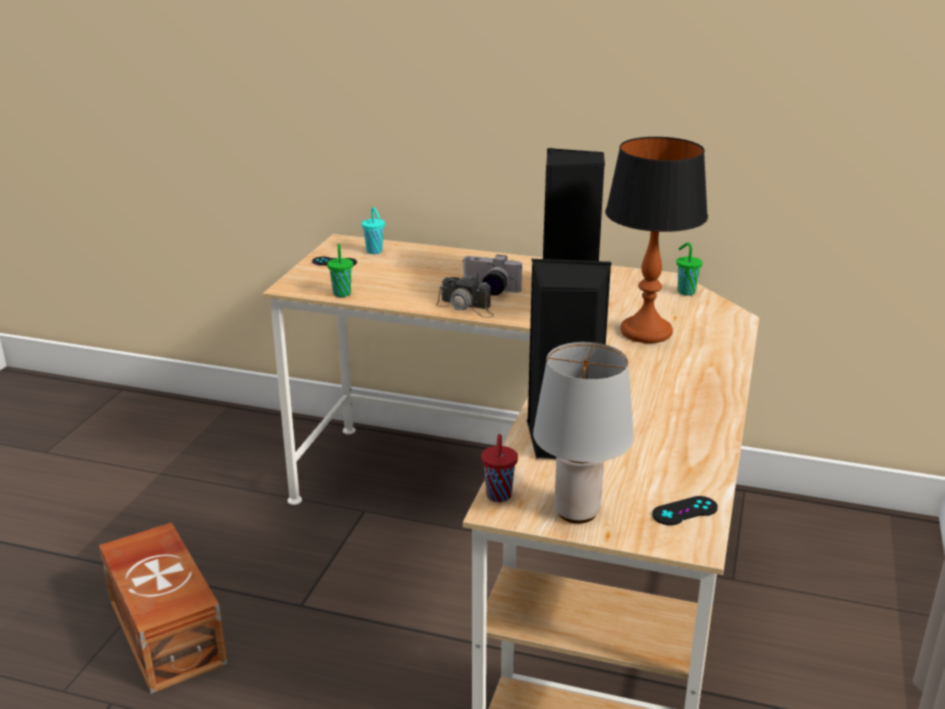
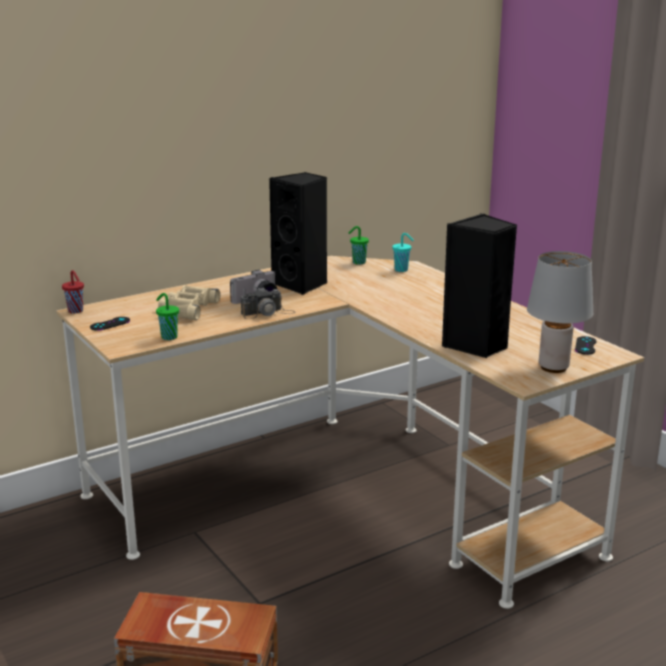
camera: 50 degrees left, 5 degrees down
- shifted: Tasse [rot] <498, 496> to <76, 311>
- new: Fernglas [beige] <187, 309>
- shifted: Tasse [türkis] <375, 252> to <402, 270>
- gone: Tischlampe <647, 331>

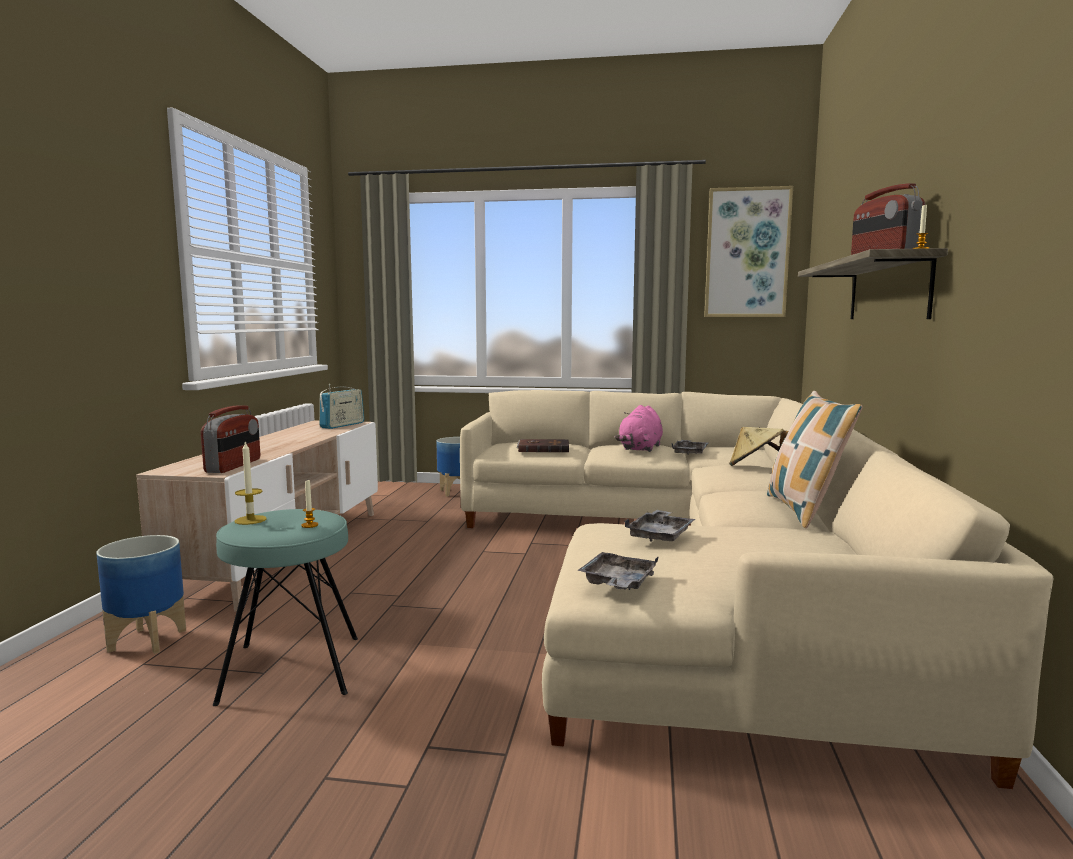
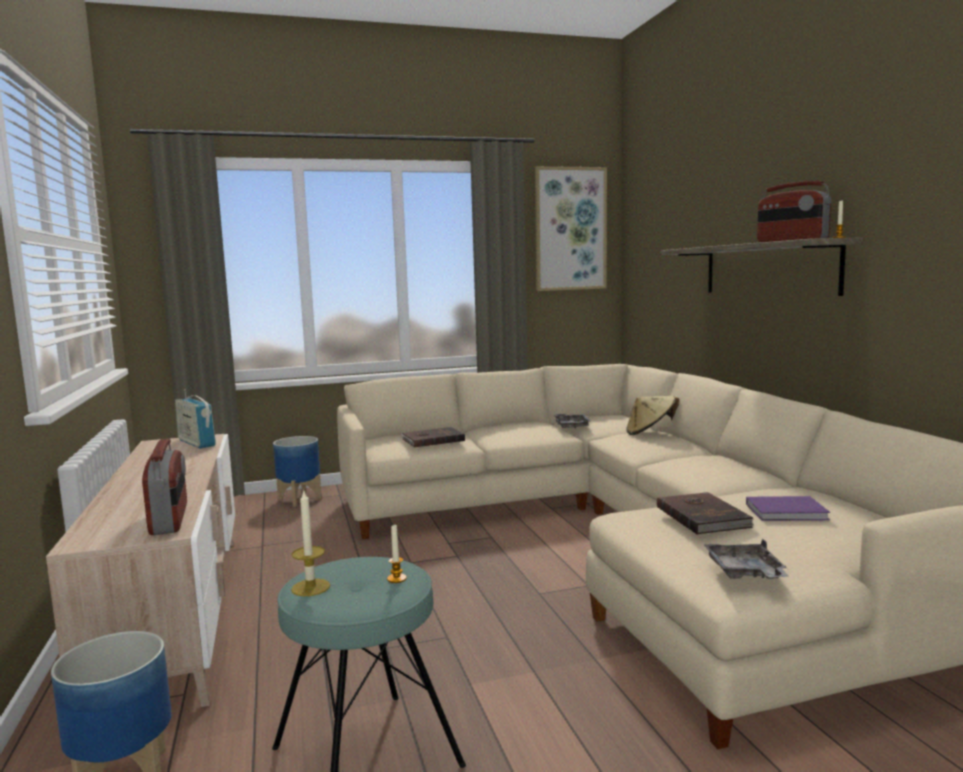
camera: 25 degrees left, 0 degrees up
- rotated: Radio <342, 425> = <196, 443> 135 degrees clockwise
- swapped: Tablett [grau] <660, 535> to Buch [braun] <703, 516>
- new: Buch [lila] <788, 512>
- gone: Plüschtier [rosa] <640, 449>
- gone: Kissen <805, 511>

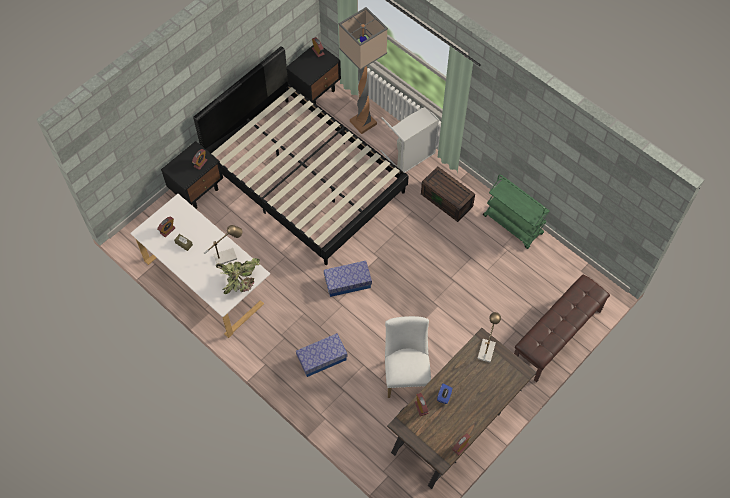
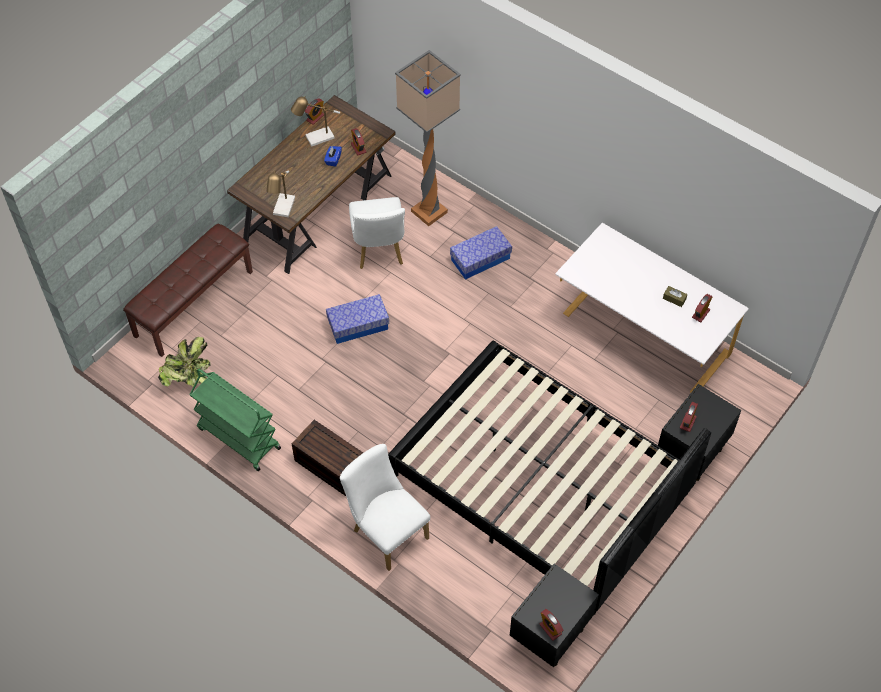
camera: 175 degrees right, 5 degrees down
- shifted: Topfpflanze <240, 281> to <190, 379>
- shifted: Tischlampe <228, 255> to <316, 139>
- shifted: Aufbewahrungsbox <347, 282> to <358, 325>
- swapped: Wäschekorb [grau] <411, 156> to Stuhl [weiß] <386, 531>
- shifted: Stehlampe <362, 123> to <430, 212>

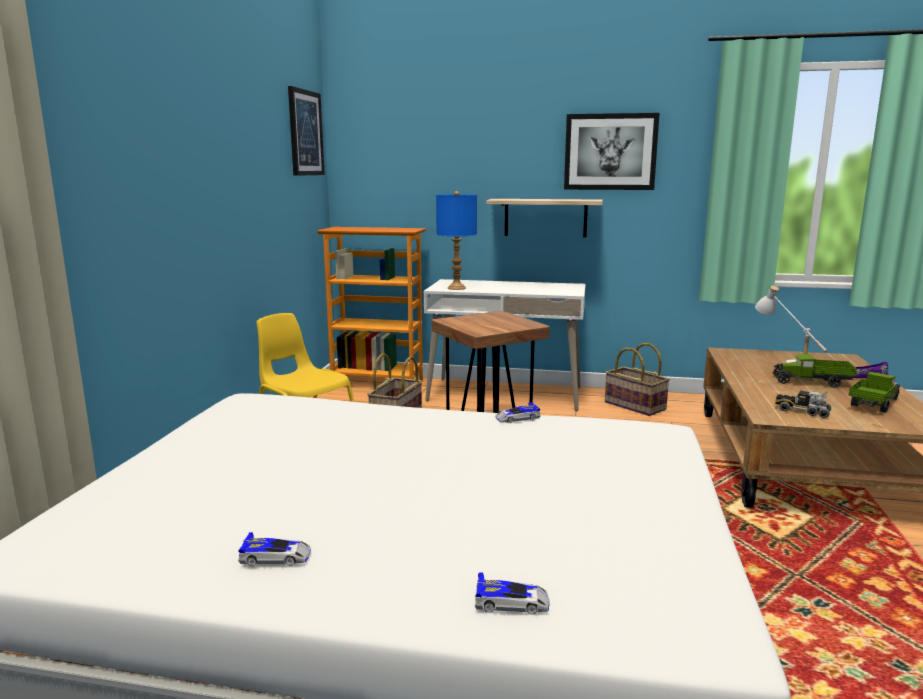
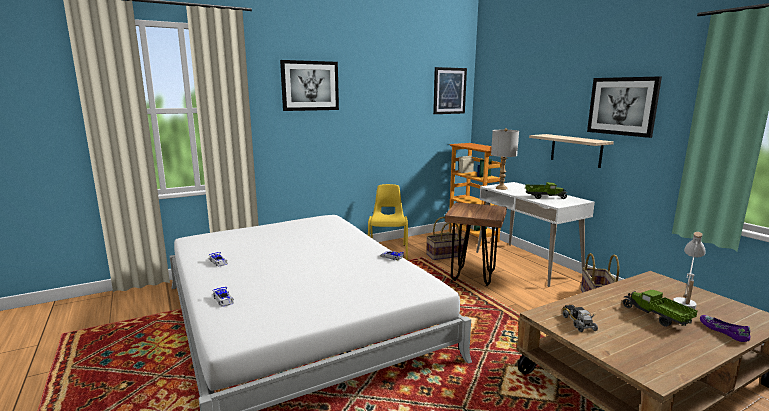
camera: 50 degrees right, 0 degrees up
- new: Bild <310, 86>
- repainted: Tischlampe [blau] <457, 288> to Tischlampe [grau] <501, 188>
- shifted: Spielzeuglaster <873, 404> to <545, 197>

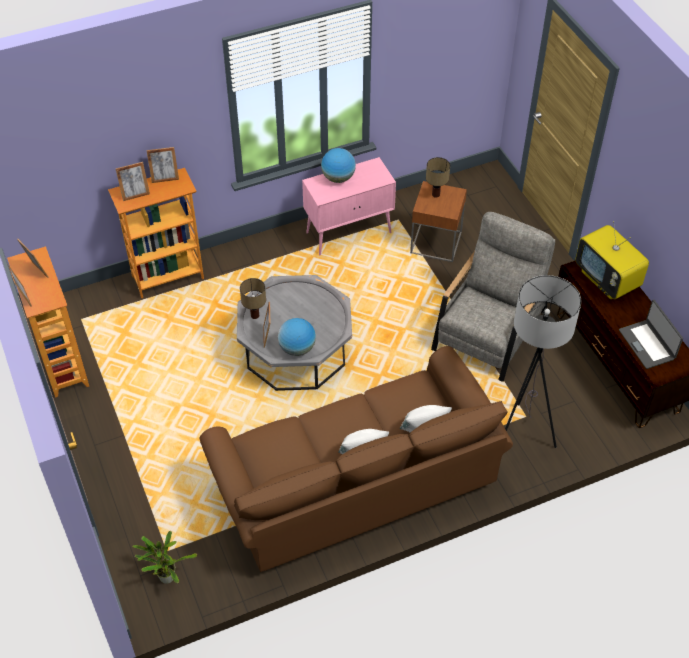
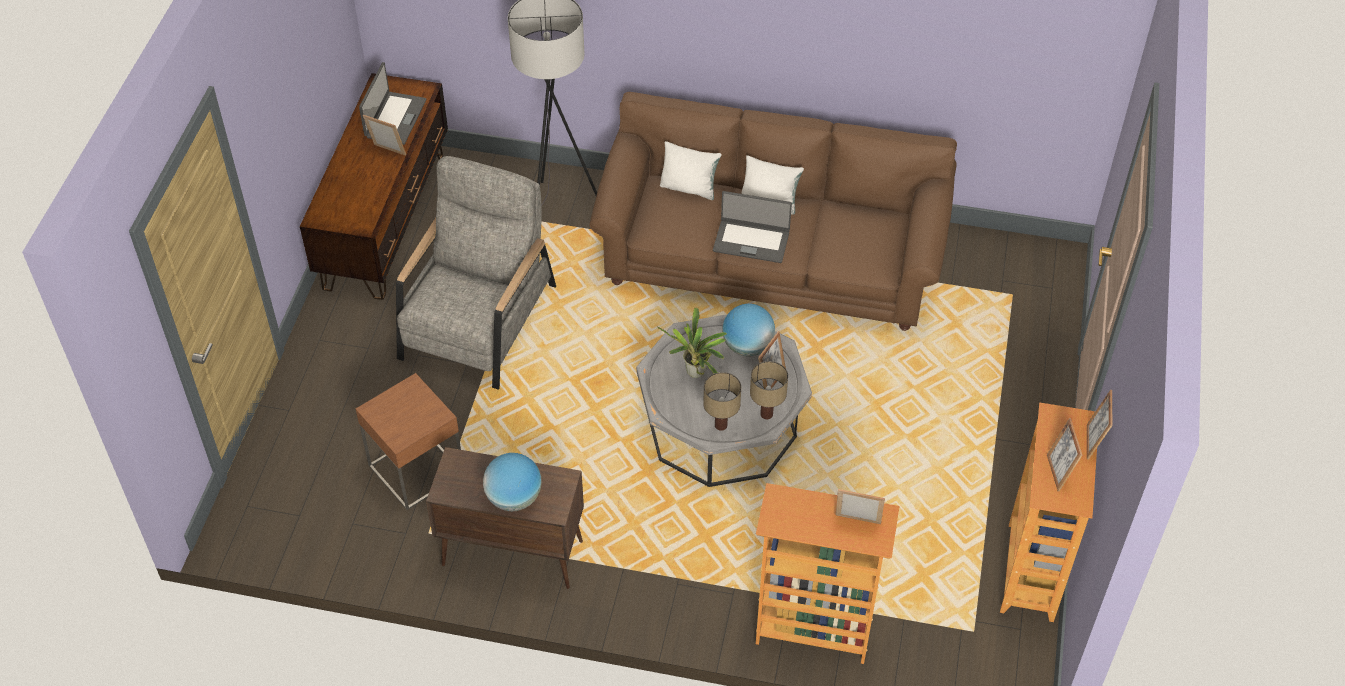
camera: 145 degrees left, 0 degrees up
- shifted: Bilderrahmen <165, 178> to <387, 153>
- rotated: Sessel [grau] <489, 332> = <478, 323> 135 degrees clockwise
- repainted: Schrank [rosa] <349, 232> to Schrank [braun] <511, 553>
- shifted: Topfpflanze <166, 576> to <696, 374>
- shifted: Tischlampe <436, 194> to <720, 425>
- new: Laptop <751, 241>
- gone: Fernseher <607, 280>

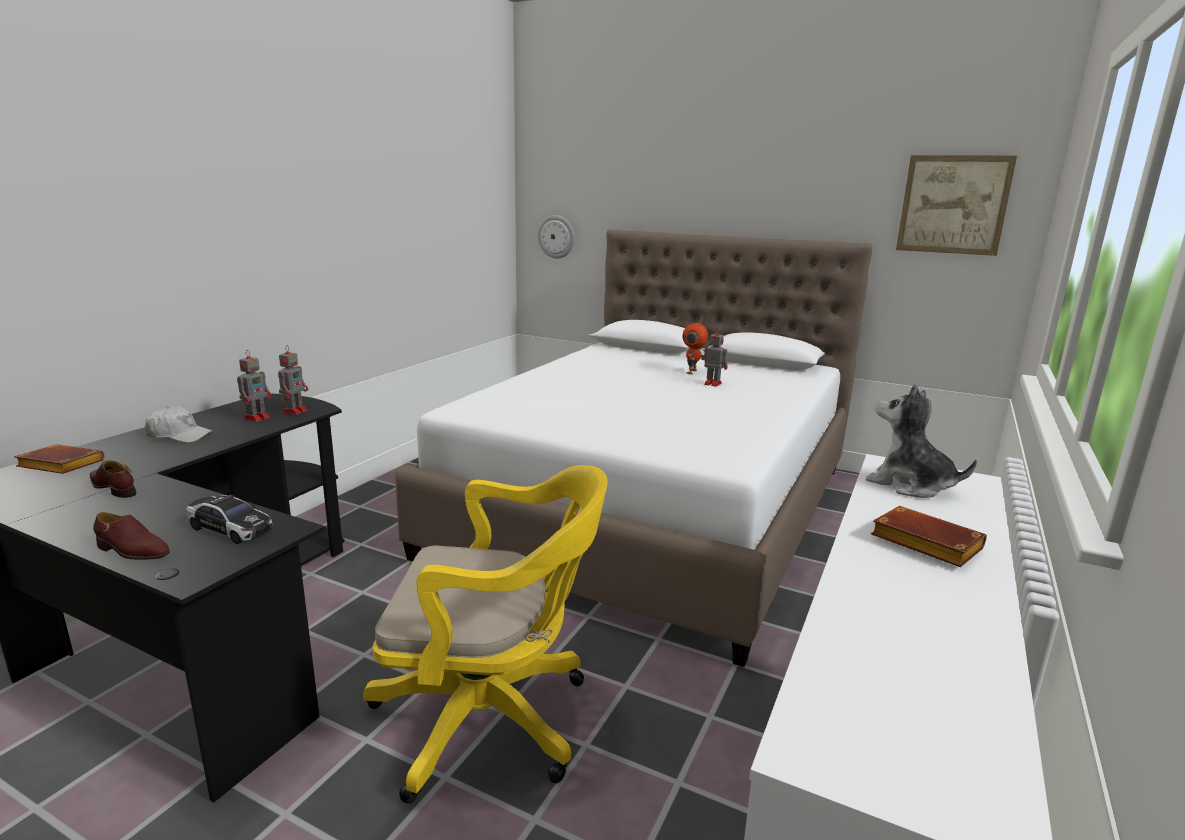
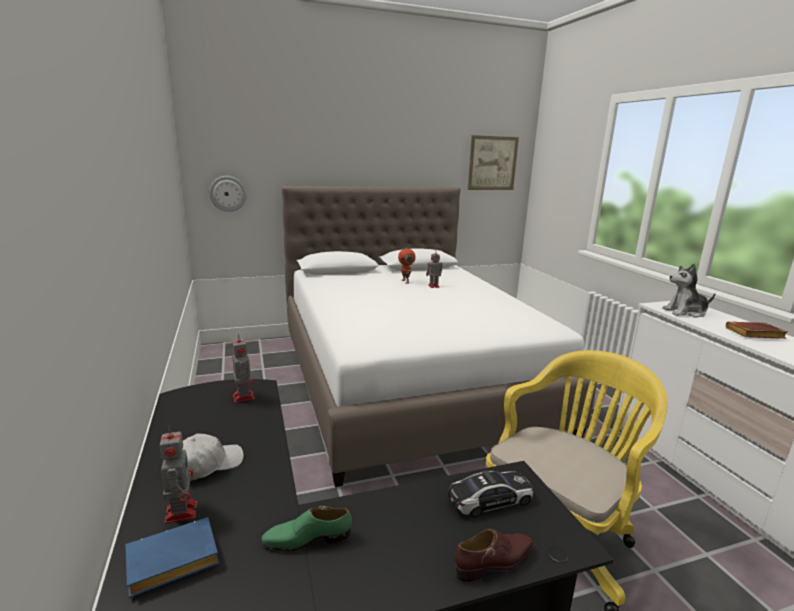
camera: 45 degrees left, 0 degrees up
- repainted: Buch [braun] <58, 465> to Buch [blau] <170, 564>
- shifted: Spielzeugroboter <257, 417> to <181, 511>
- repainted: Schuh [braun] <114, 488> to Schuh [grün] <307, 539>

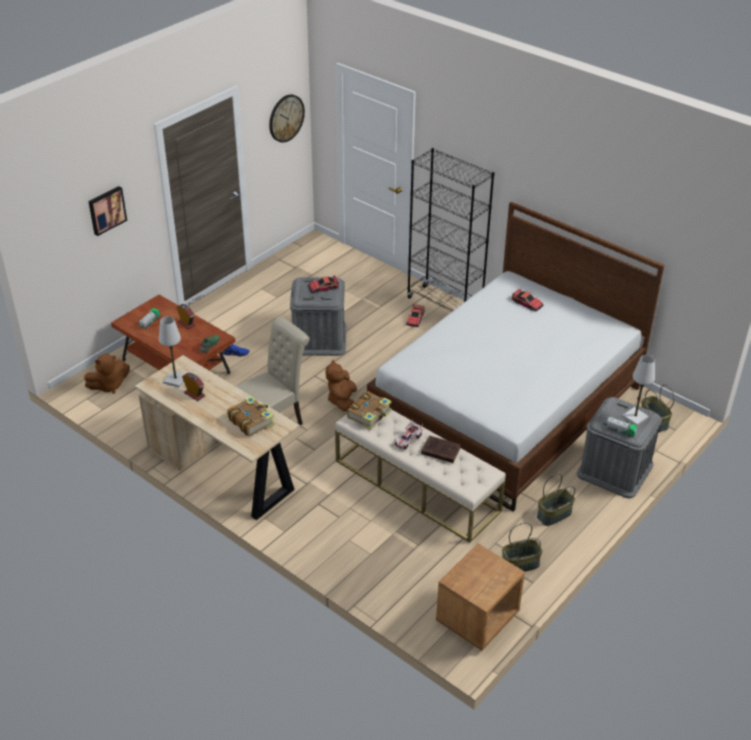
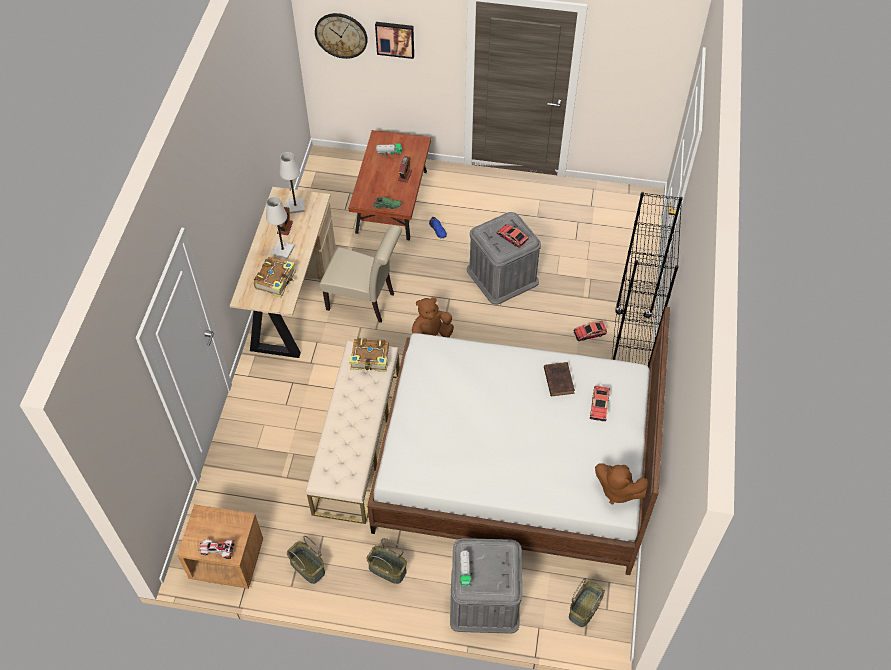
camera: 60 degrees right, 15 degrees up
- shifted: Spielzeugauto <408, 440> to <218, 550>
- shifted: Tischlampe [weiß] <635, 417> to <283, 250>
- shifted: Wanduhr <286, 118> to <341, 35>
- shifted: Buch [braun] <439, 451> to <558, 379>
- shifted: Plüschtier [braun] <109, 386> to <618, 490>

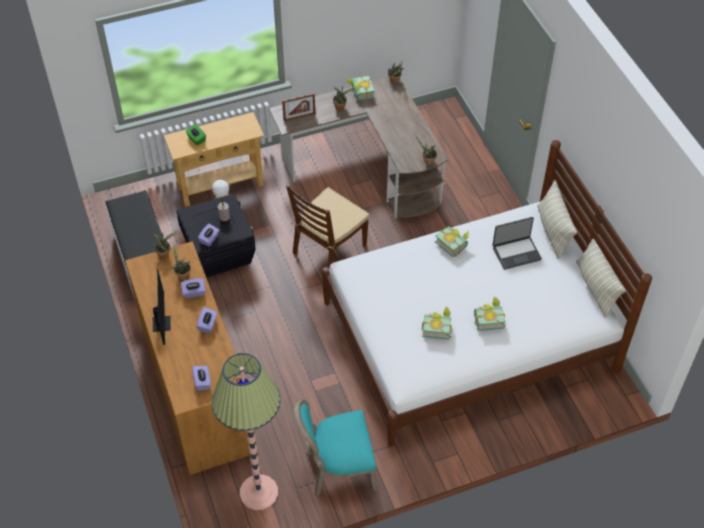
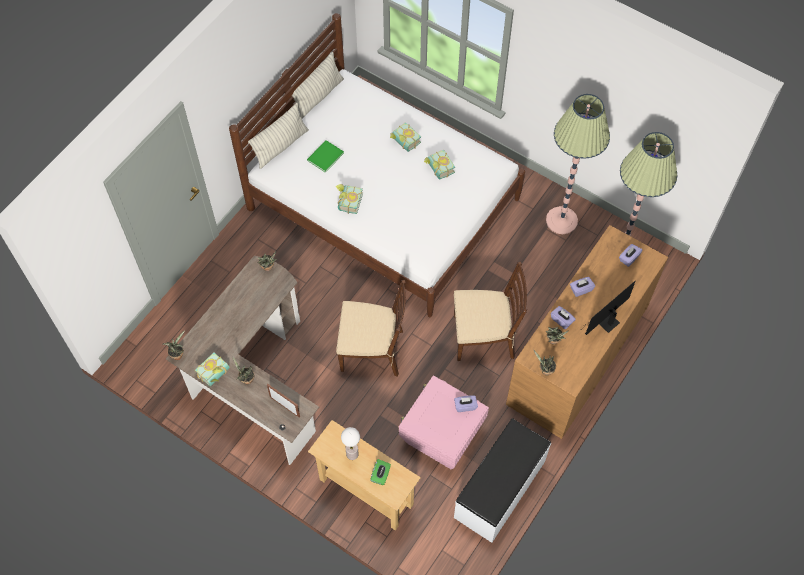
camera: 125 degrees left, 10 degrees up
- swapped: Laptop <516, 253> to Buch [grün] <324, 157>
- shifted: Tischlampe <224, 217> to <352, 454>
- repainted: Aufbewahrungsbox [schwarz] <219, 252> to Aufbewahrungsbox [rosa] <441, 435>
- new: Stuhl [braun] <484, 336>
- swapped: Stuhl [türkis] <337, 468> to Stehlampe <561, 220>

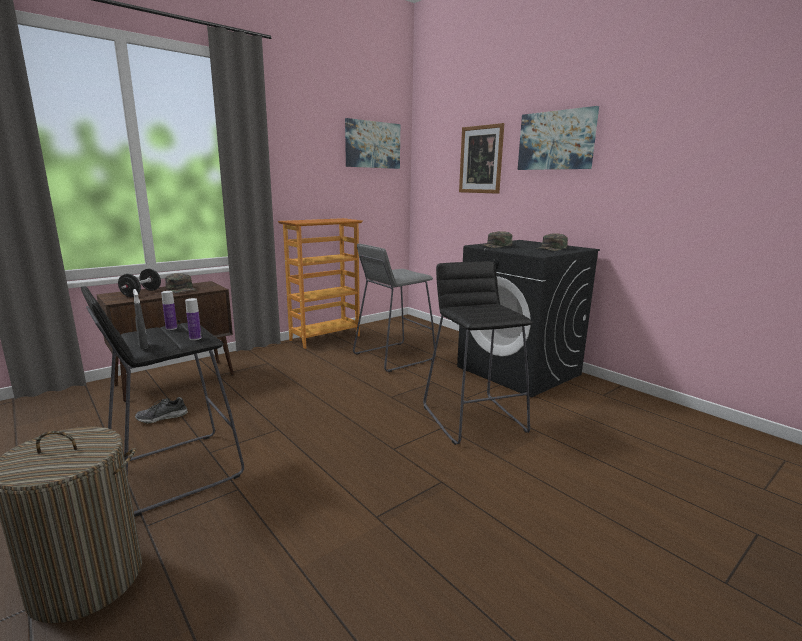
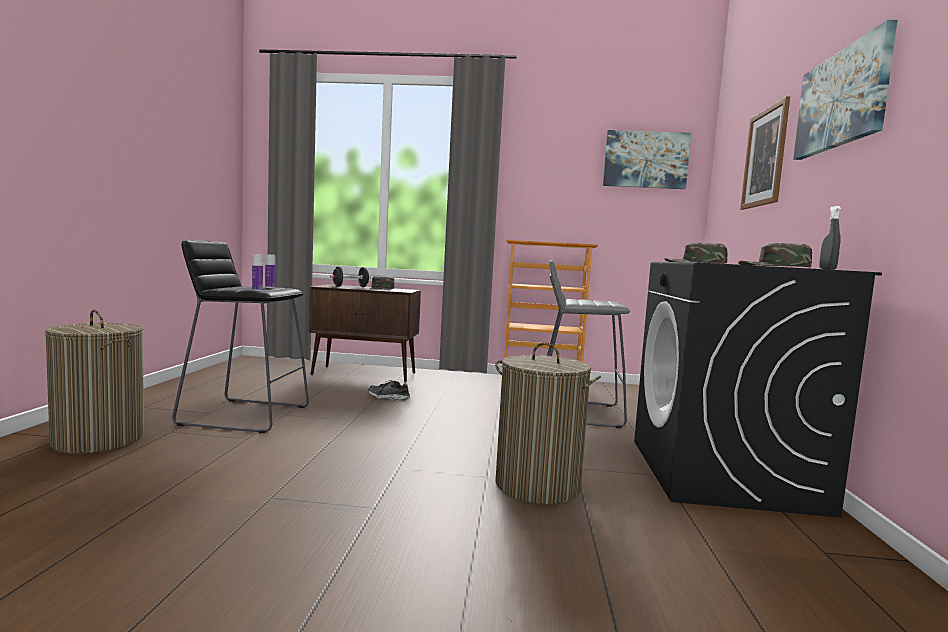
camera: 45 degrees right, 10 degrees down
- shifted: Schuh <162, 417> to <389, 397>
- swapped: Hocker [schwarz] <474, 418> to Wäschekorb <537, 485>
- shifted: Sprühflasche [grau] <143, 346> to <827, 269>

